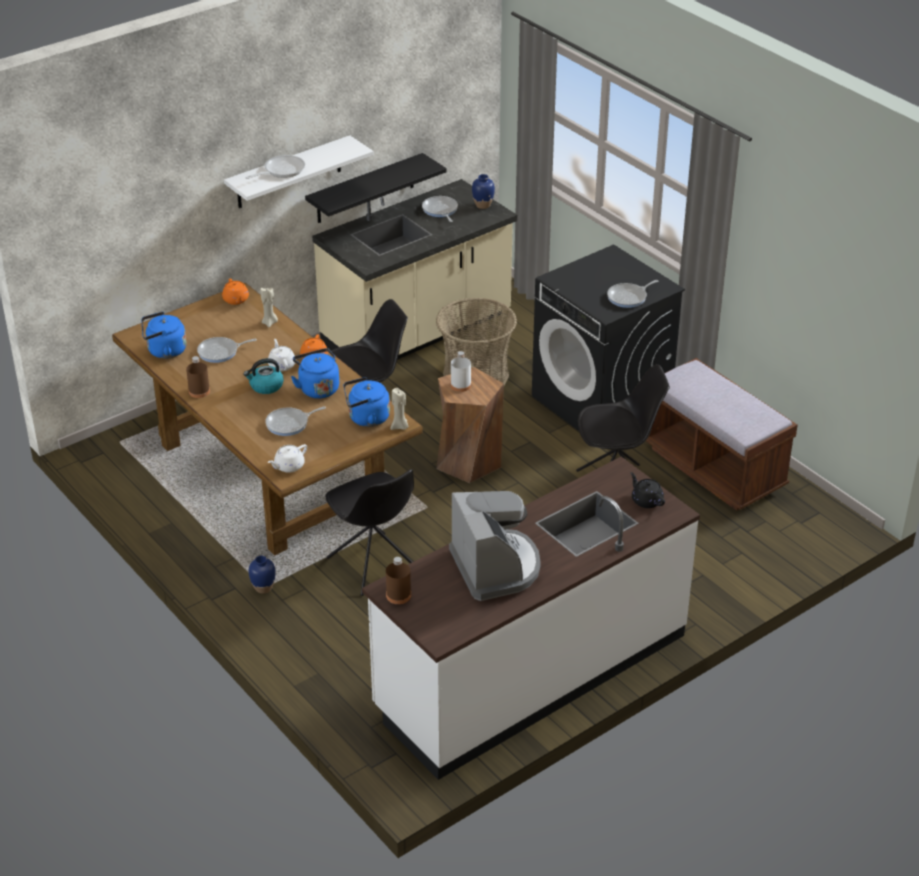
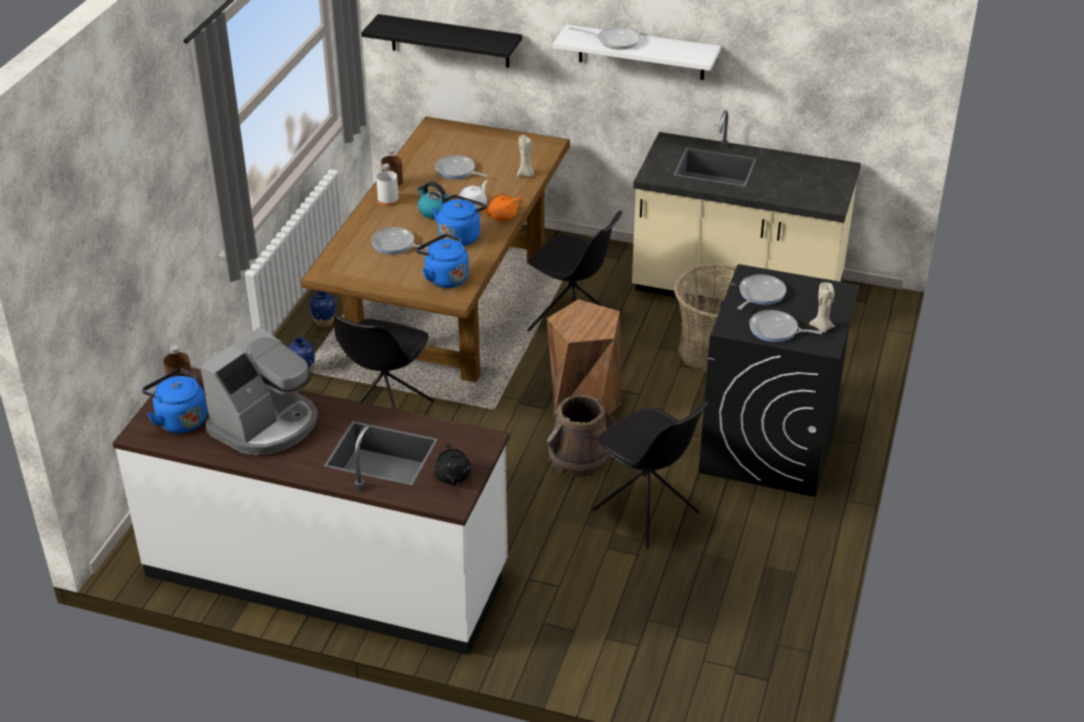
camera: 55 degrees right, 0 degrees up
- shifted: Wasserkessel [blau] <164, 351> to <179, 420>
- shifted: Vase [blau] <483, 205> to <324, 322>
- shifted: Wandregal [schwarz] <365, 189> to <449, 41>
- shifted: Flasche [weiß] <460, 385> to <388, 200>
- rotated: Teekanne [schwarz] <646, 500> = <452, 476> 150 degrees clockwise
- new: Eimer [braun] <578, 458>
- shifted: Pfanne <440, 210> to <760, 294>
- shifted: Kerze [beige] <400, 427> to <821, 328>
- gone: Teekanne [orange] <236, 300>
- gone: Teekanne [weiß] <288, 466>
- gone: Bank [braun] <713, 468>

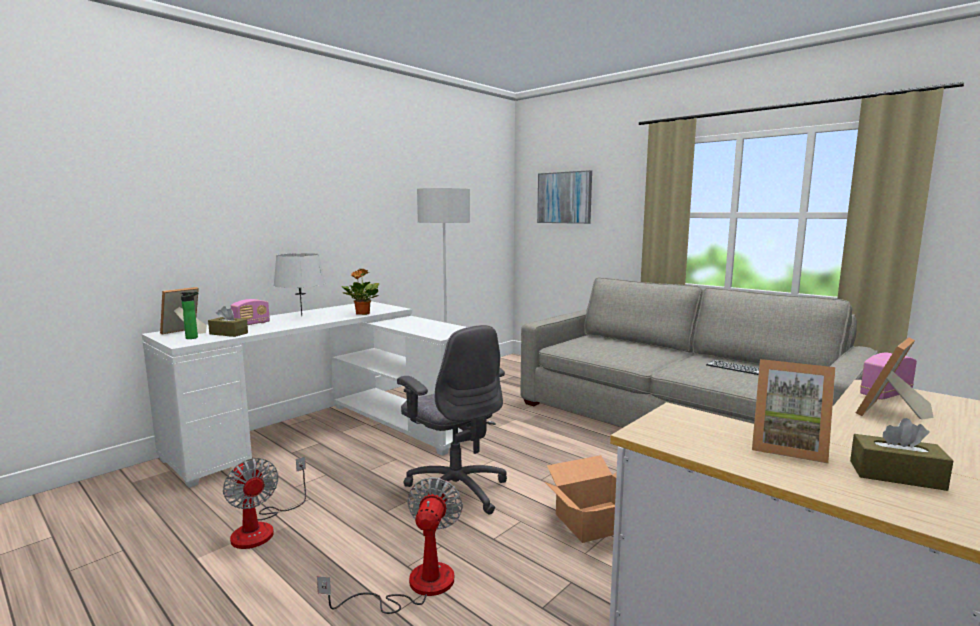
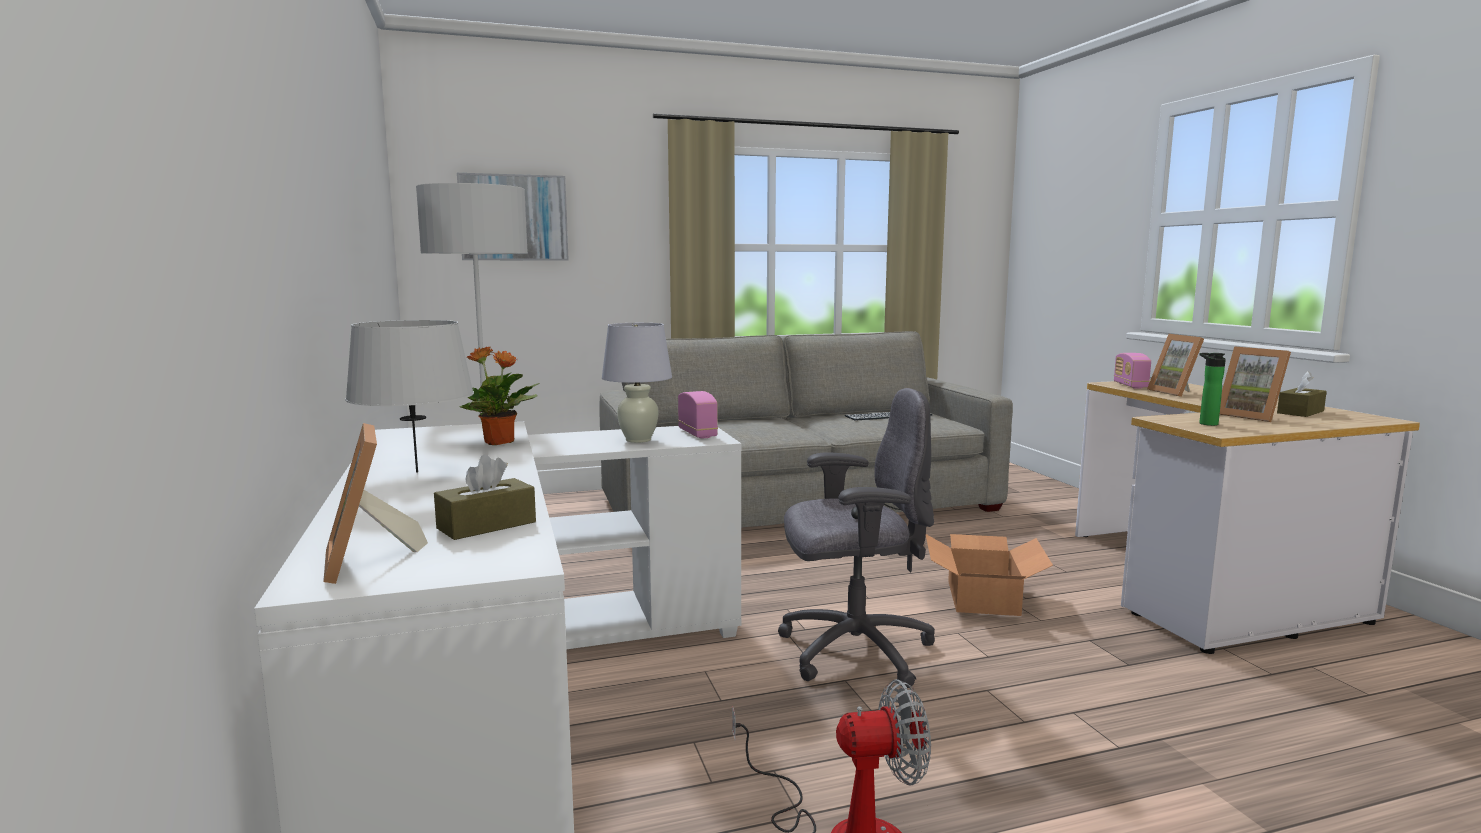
camera: 60 degrees left, 0 degrees up
- new: Tischlampe [weiß] <638, 440>
- shifted: Radio <251, 324> to <697, 433>
- shifted: Flasche <193, 337> to <1206, 423>
- rotated: Bilderrahmen <787, 447> = <1251, 416> 90 degrees clockwise
- gone: Ventilator <415, 586>

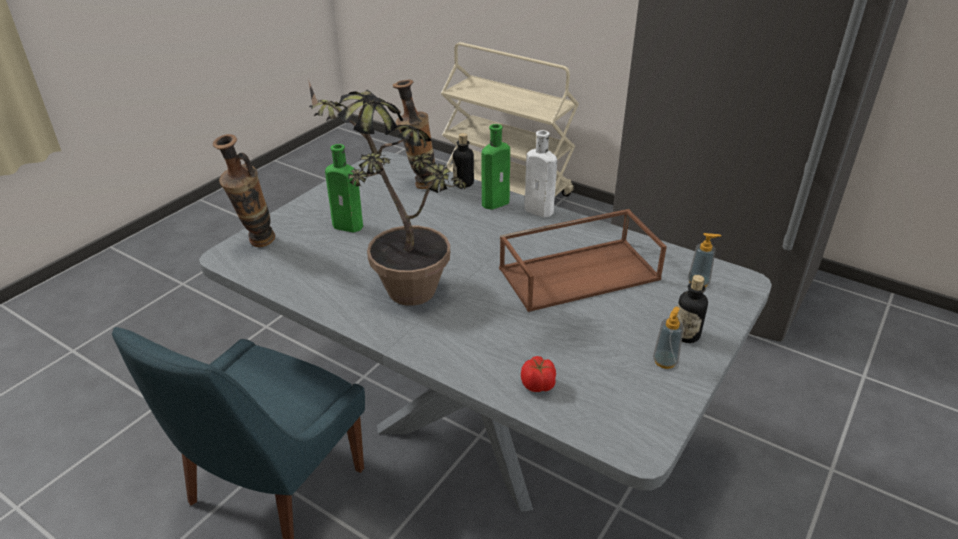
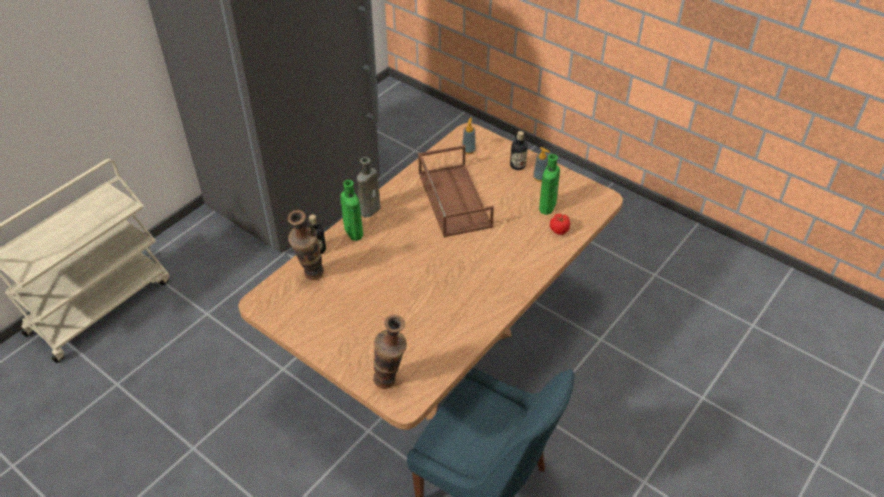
camera: 85 degrees left, 10 degrees up
- repainted: Esstisch [grau] <479, 433> to Esstisch [braun] <441, 353>
- repainted: Flasche [weiß] <540, 211> to Flasche [braun] <371, 209>
- shifted: Flasche [grün] <350, 226> to <547, 205>
- gone: Topfpflanze <397, 284>

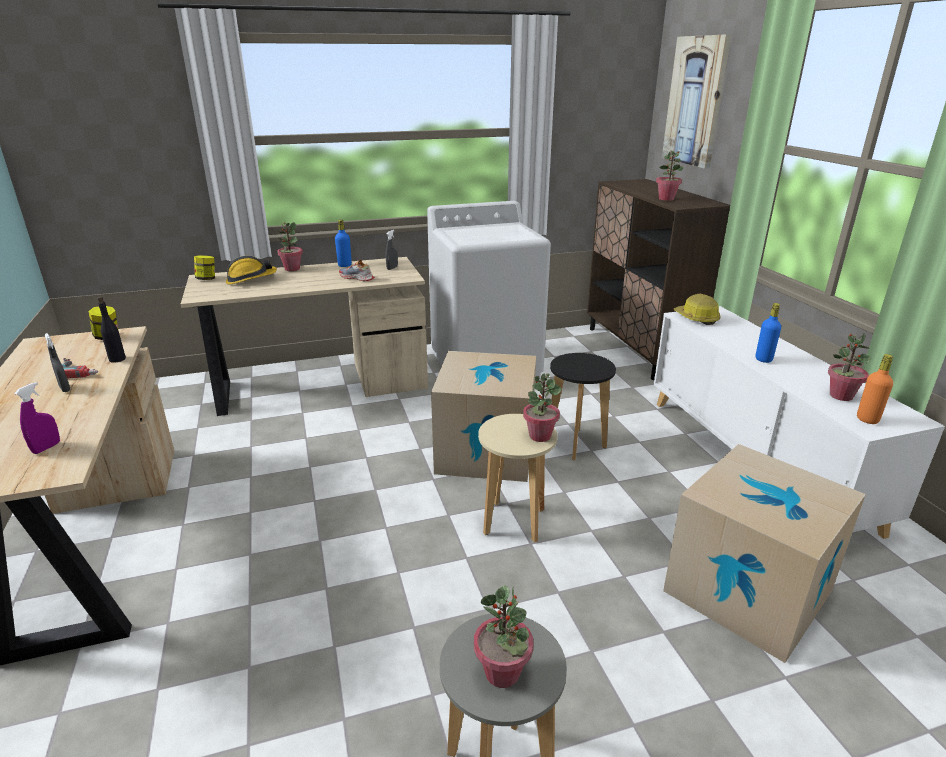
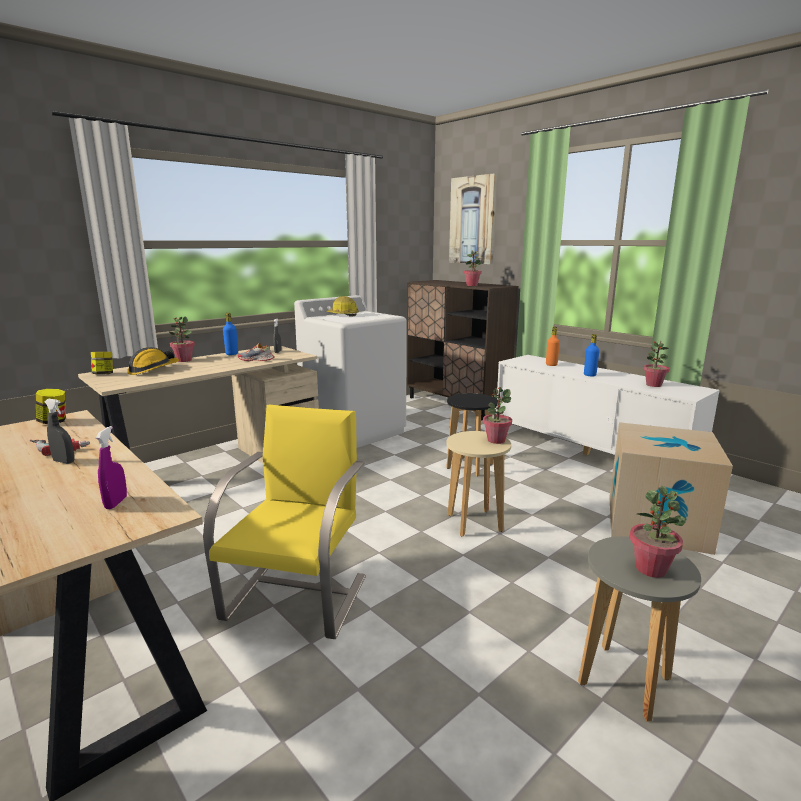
camera: 25 degrees left, 10 degrees down
- new: Stuhl [gelb] <298, 595>
- shifted: Schutzhelm <696, 318> to <342, 315>
- shifted: Flasche [orange] <867, 419> to <551, 365>
- gone: Flasche [schwarz] <117, 359>
- gone: Karton <485, 452>

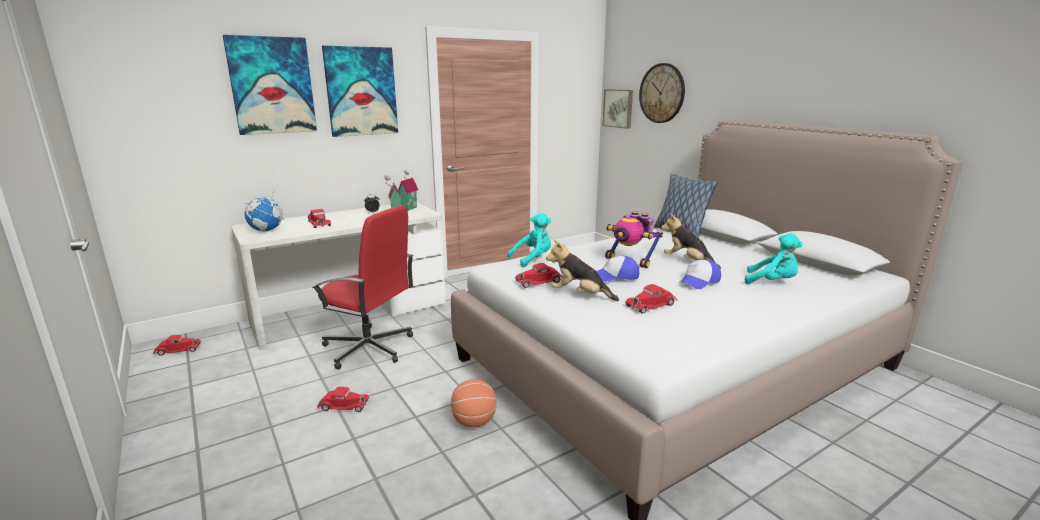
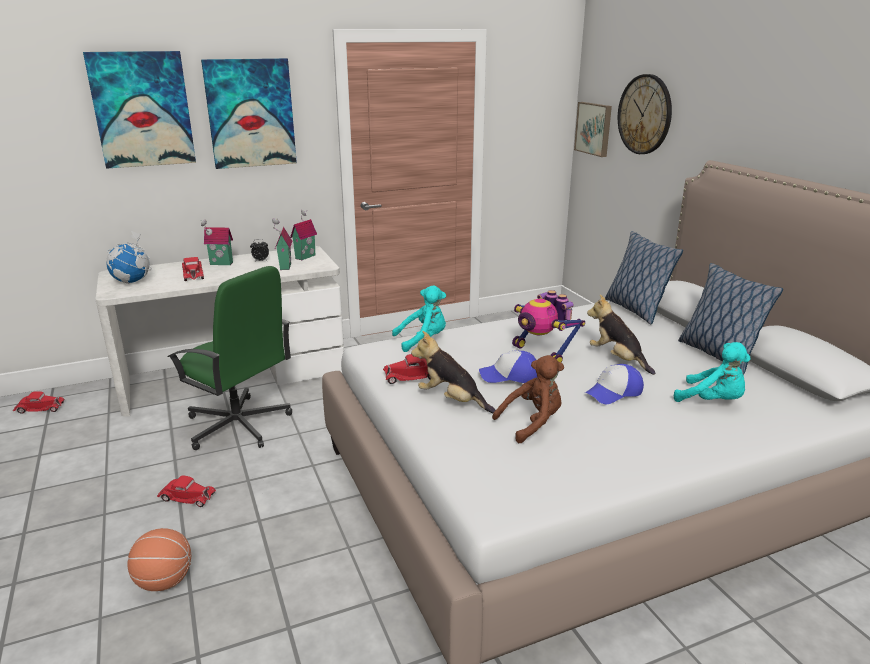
camera: 10 degrees right, 5 degrees up
- shifted: Basketball <474, 422> to <165, 581>
- repainted: Bürostuhl [rot] <369, 348> to Bürostuhl [grün] <238, 425>
- new: Spielzeughaus <220, 264>
- swapped: Spielzeugauto [rot] <651, 305> to Plüschtier [braun] <532, 423>
- new: Kissen <717, 354>

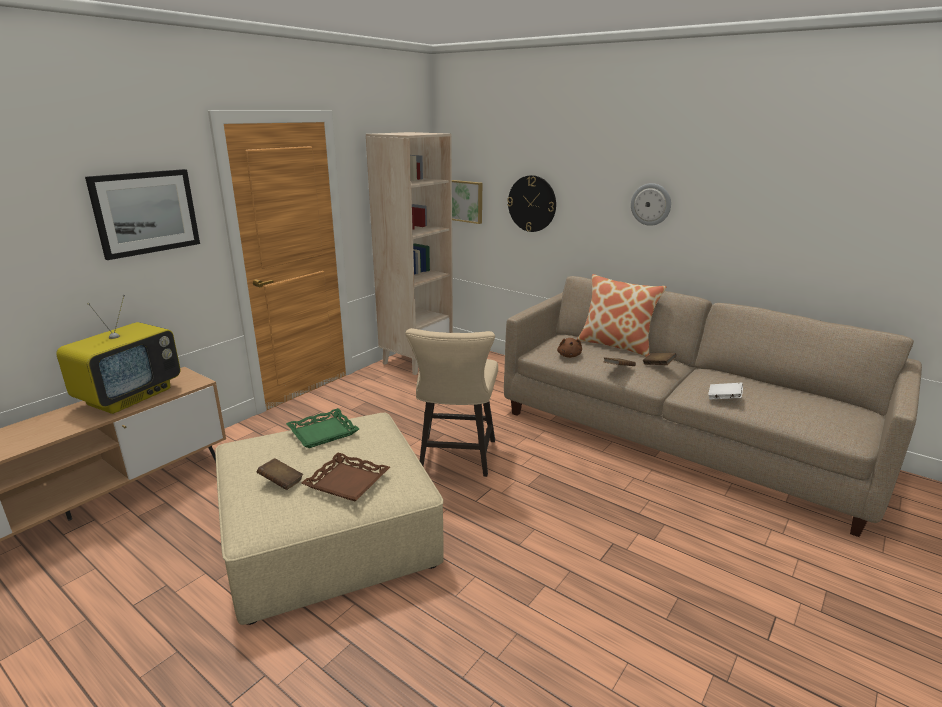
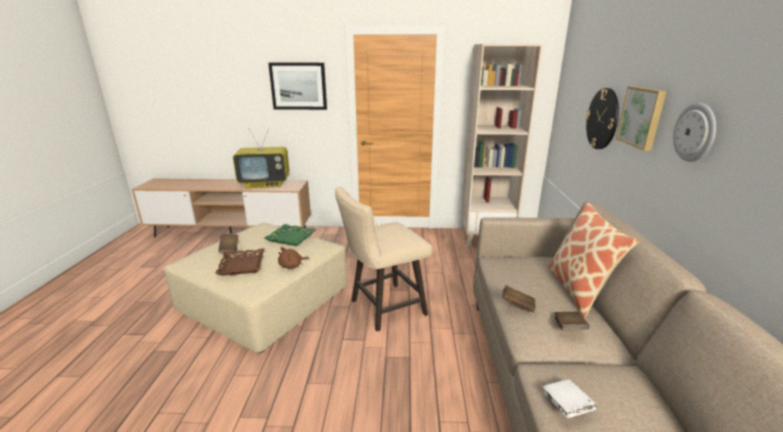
camera: 55 degrees right, 0 degrees up
- shifted: Plüschtier [braun] <569, 355> to <292, 266>
- shifted: Bild <466, 201> to <642, 117>

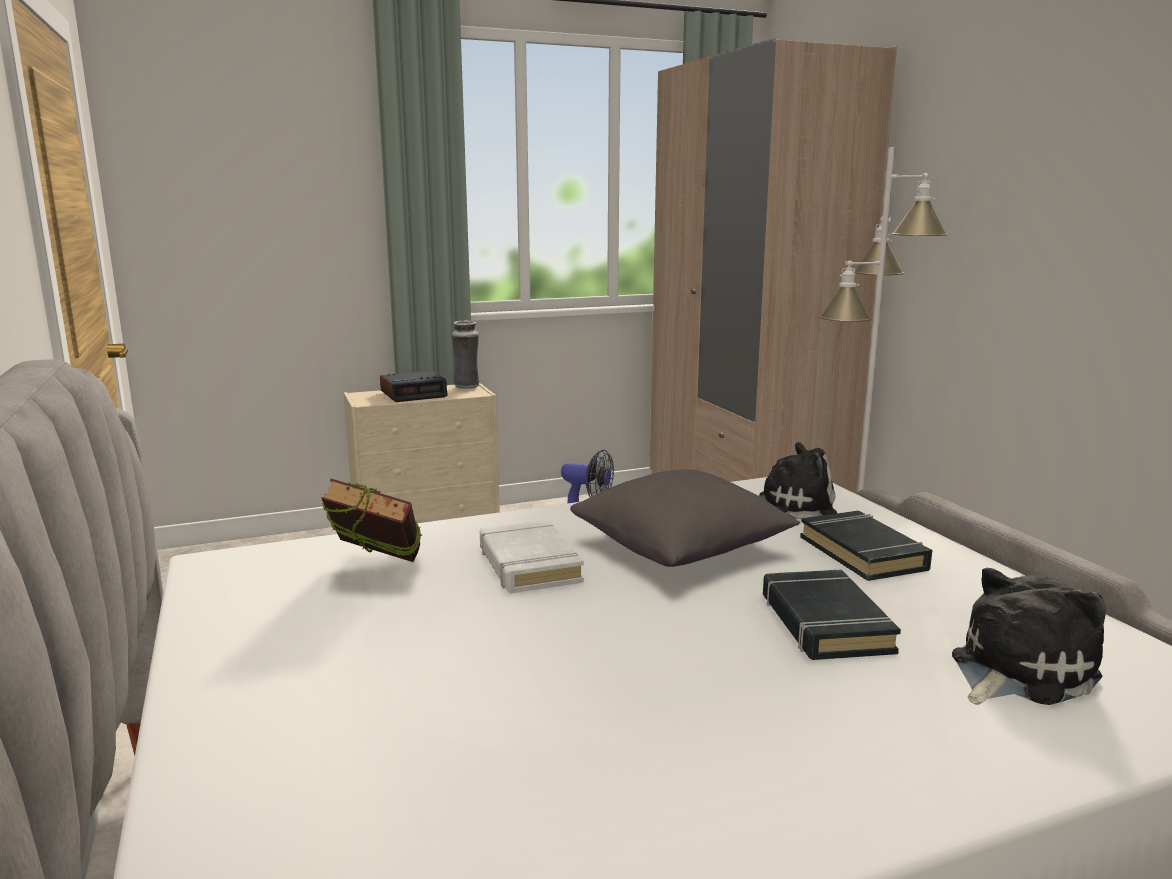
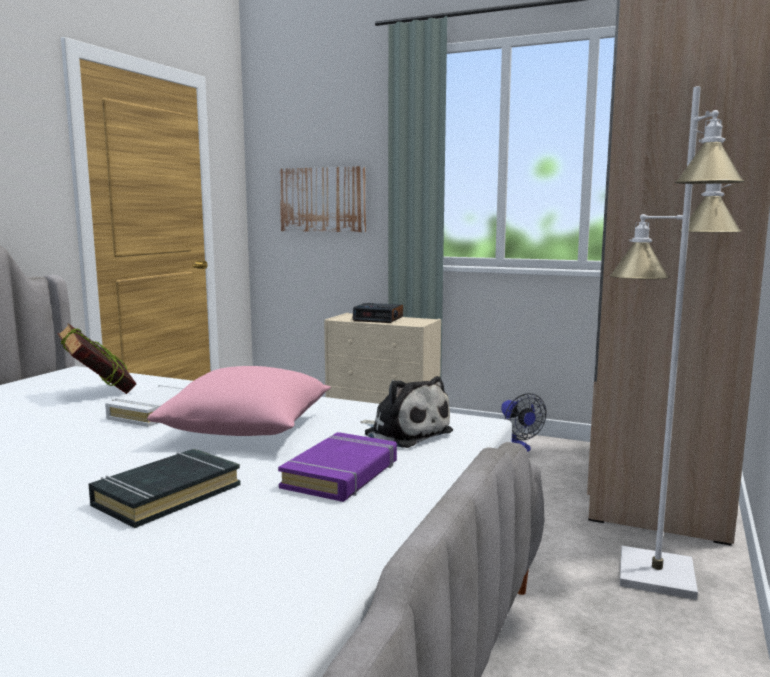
camera: 45 degrees right, 5 degrees down
- repainted: Kissen [grau] <681, 549> to Kissen [rosa] <248, 431>
- repainted: Buch [schwarz] <863, 553> to Buch [lila] <341, 474>
- new: Bild <323, 199>
- gone: Vase <467, 387>
- gone: Plüschtier <1016, 670>

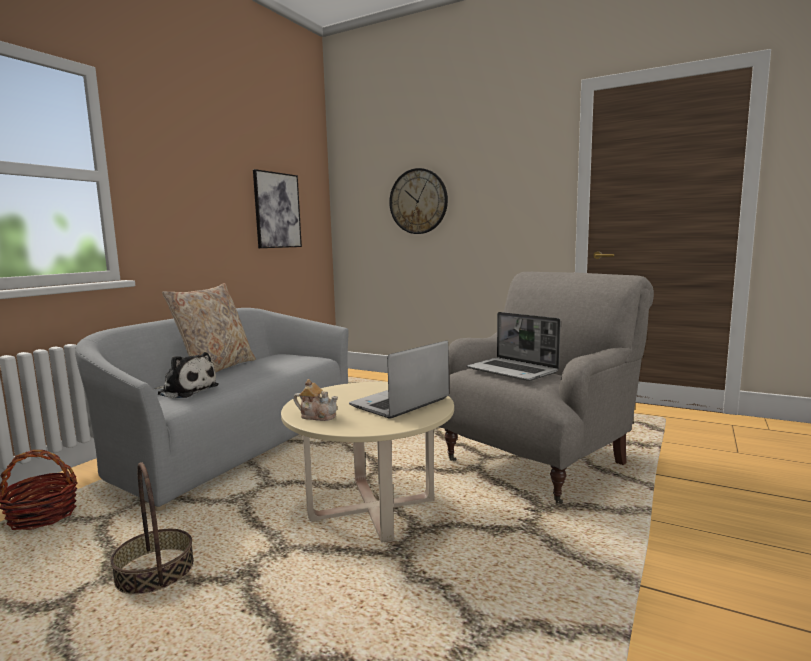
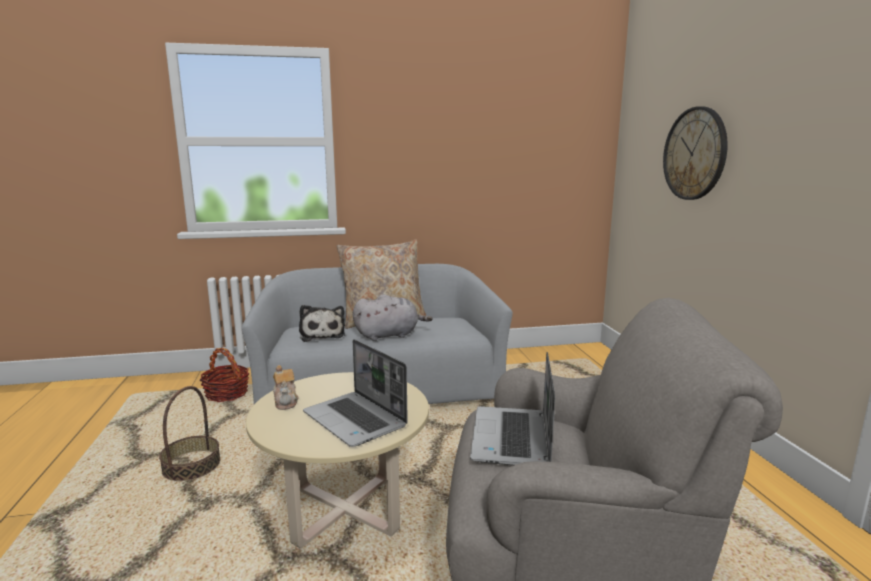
camera: 50 degrees right, 5 degrees up
- rotated: Laptop <400, 403> = <356, 420> 135 degrees counterclockwise
- new: Plüschtier [grau] <389, 335>
- gone: Bild <277, 210>

